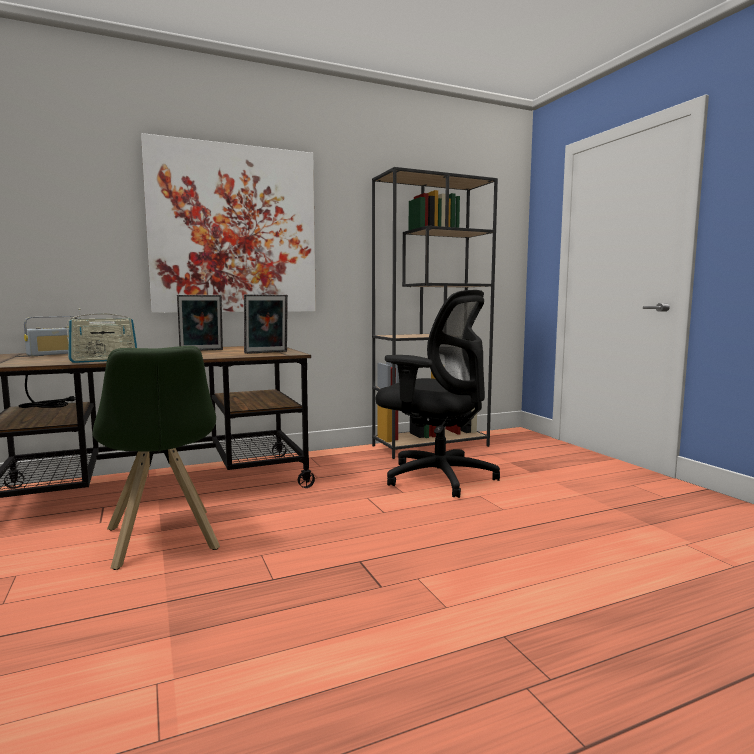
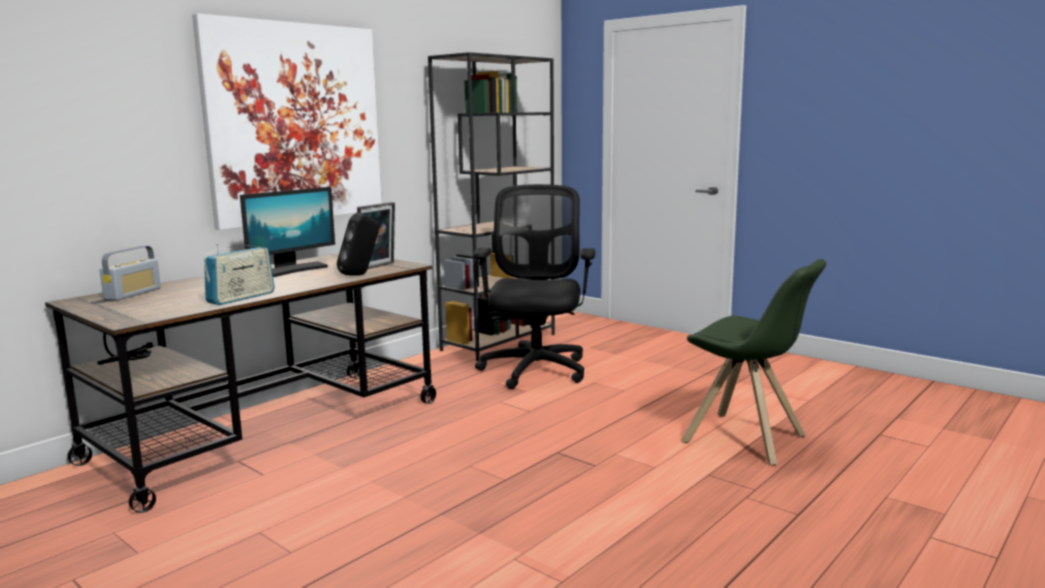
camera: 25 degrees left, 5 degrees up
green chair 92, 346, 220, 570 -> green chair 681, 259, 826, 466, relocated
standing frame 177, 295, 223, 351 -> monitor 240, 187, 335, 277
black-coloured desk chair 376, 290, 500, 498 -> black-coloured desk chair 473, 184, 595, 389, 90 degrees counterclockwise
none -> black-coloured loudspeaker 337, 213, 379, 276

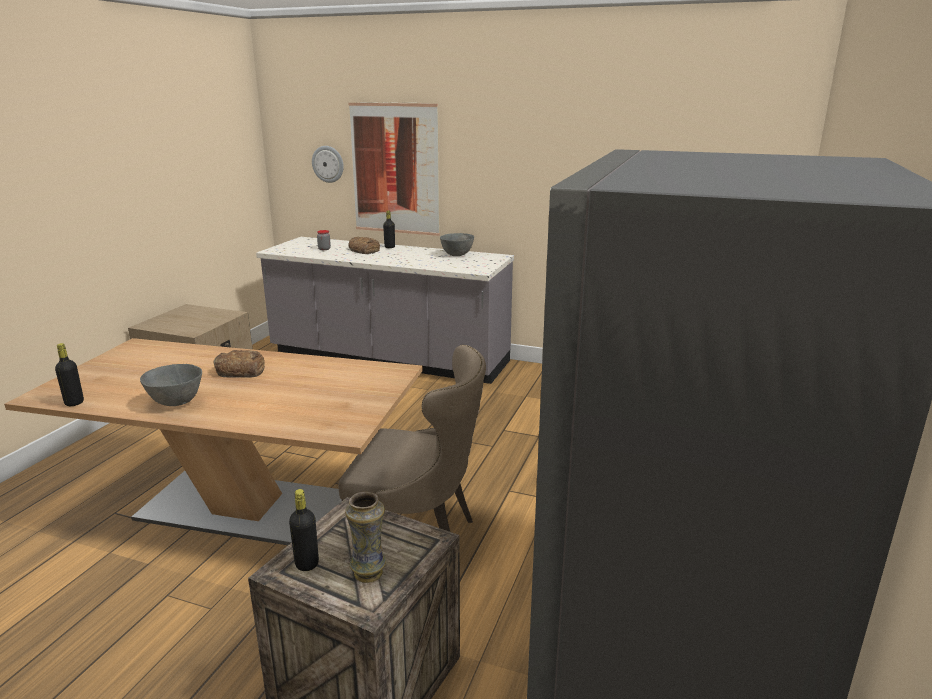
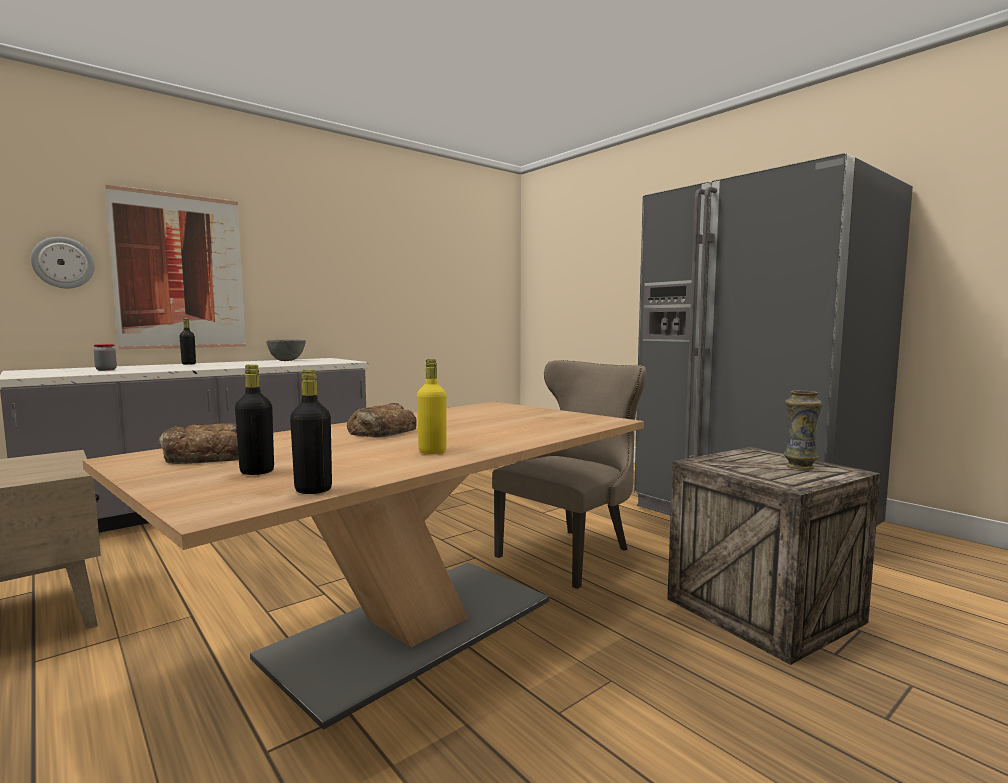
camera: 60 degrees left, 15 degrees down
greyish serving bowl 140, 364, 202, 406 -> yellow drink bottle 417, 359, 447, 454
black-coloured drink bottle 289, 489, 319, 571 -> black-coloured drink bottle 235, 364, 274, 475, relocated
baked bread 348, 237, 380, 254 -> baked bread 158, 423, 239, 464, relocated

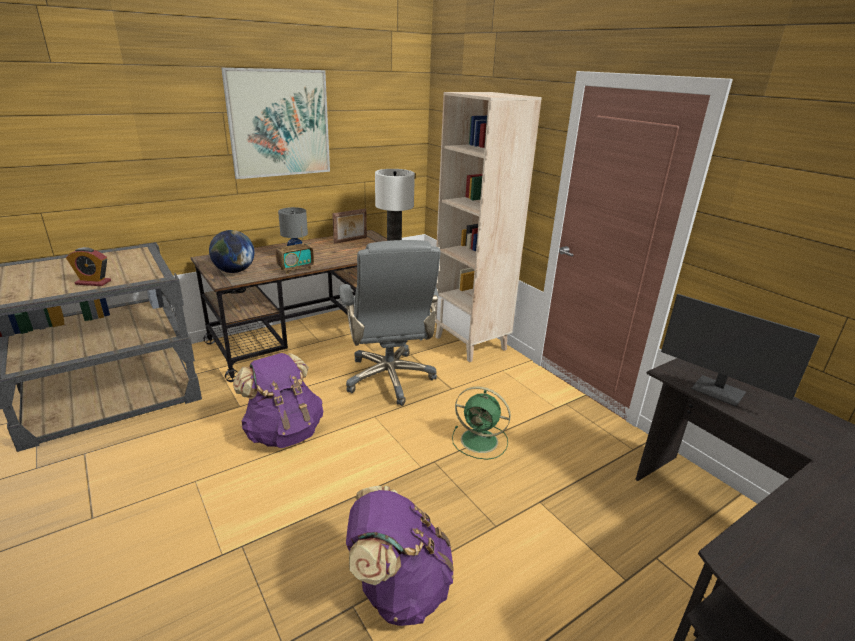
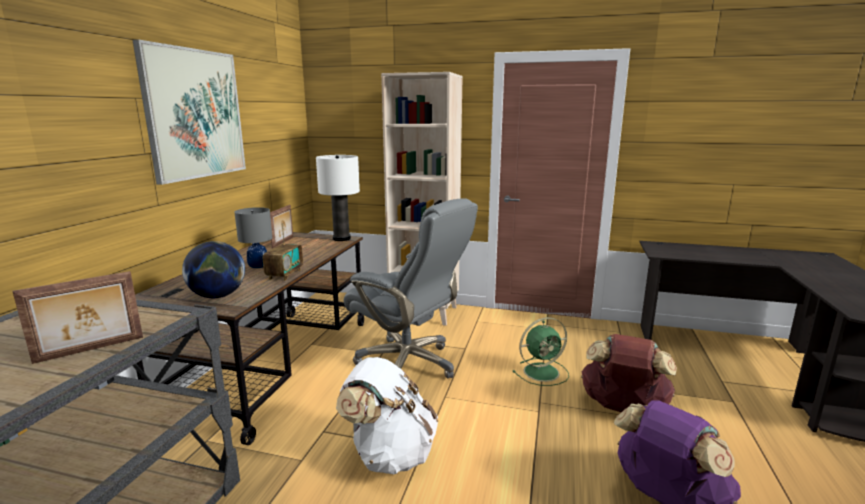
camera: 40 degrees left, 10 degrees down
bedside clock 66, 247, 111, 286 -> standing frame 12, 271, 143, 364
purple knapsack 233, 353, 323, 448 -> white-coloured knapsack 336, 357, 438, 474
monitor 661, 294, 820, 407 -> none
none -> brown knapsack 581, 334, 677, 412

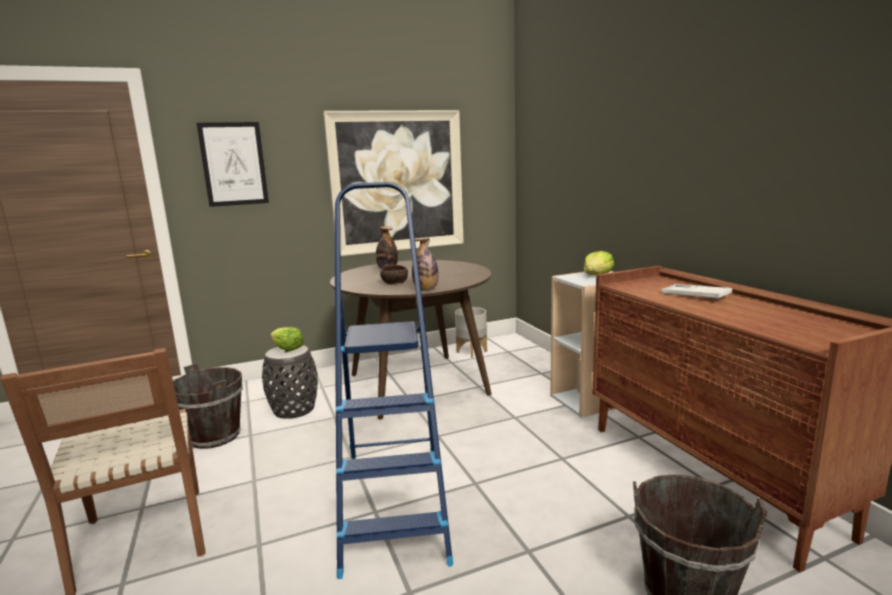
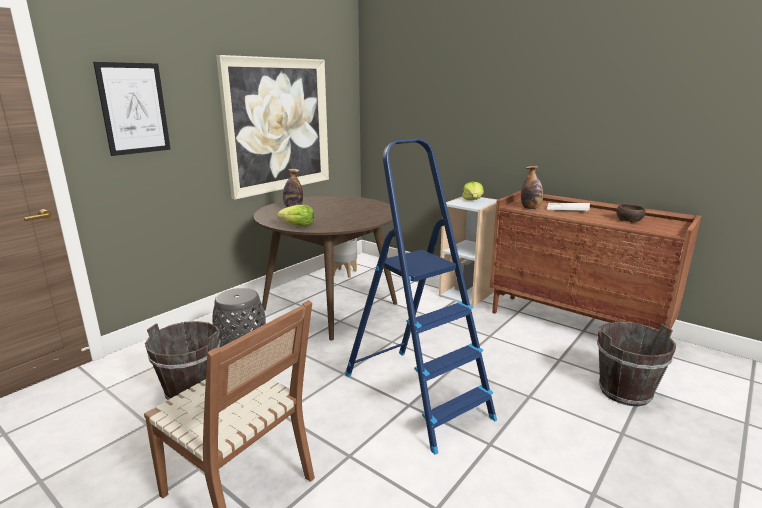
camera: 30 degrees left, 5 degrees up
head of lettuce 270, 327, 304, 351 -> head of lettuce 277, 205, 314, 226, relocated
brown serving bowl 380, 265, 408, 284 -> brown serving bowl 617, 203, 646, 223, relocated
drink bottle 412, 238, 439, 290 -> drink bottle 521, 166, 543, 209, relocated

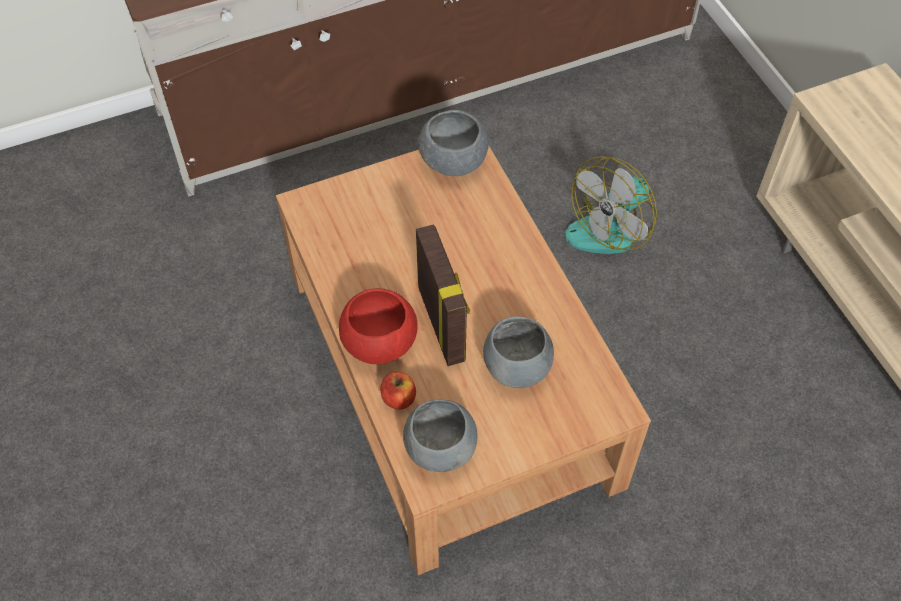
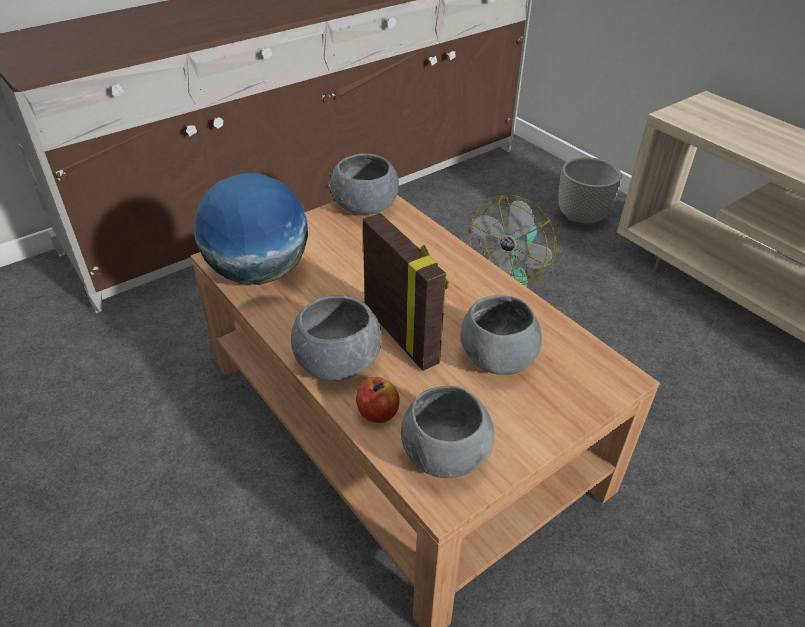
camera: 15 degrees left, 15 degrees down
red-coloured serving bowl 339, 288, 418, 364 -> greyish serving bowl 291, 295, 382, 381
none -> desk globe 194, 173, 308, 285
none -> greyish plant pot 559, 157, 622, 226

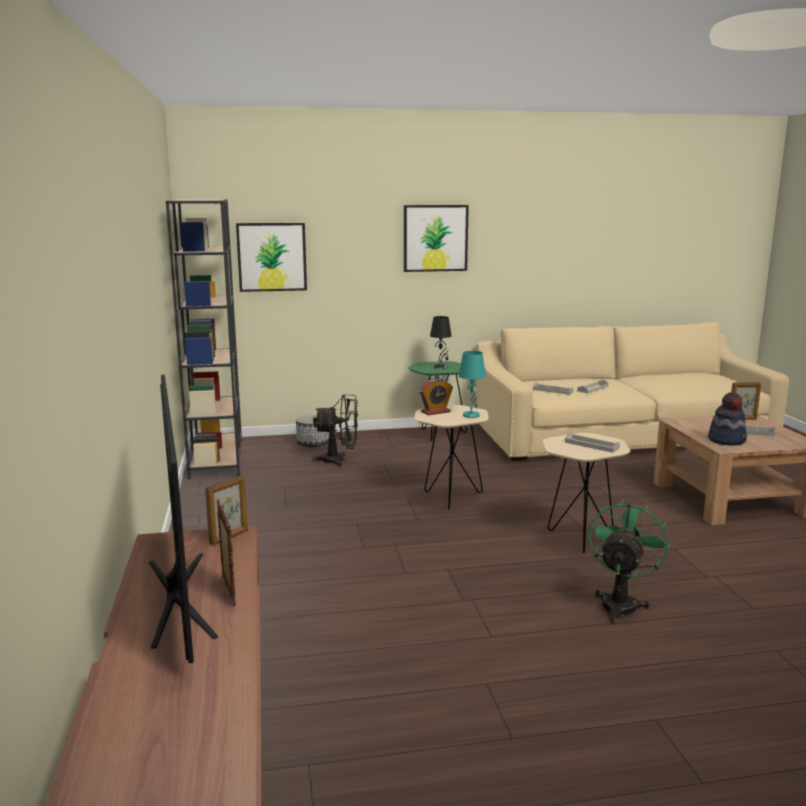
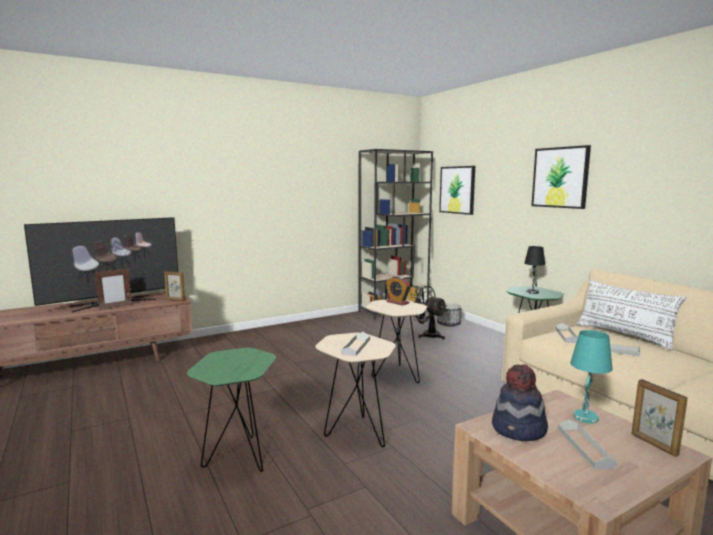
camera: 70 degrees right, 5 degrees down
black-coloured fan 313, 395, 358, 467 -> black-coloured fan 411, 285, 447, 340, 150 degrees clockwise
turquoise-coloured table lamp 458, 351, 486, 418 -> turquoise-coloured table lamp 570, 330, 613, 424, relocated
green fan 588, 499, 670, 623 -> green side table 187, 348, 276, 472
none -> white-coloured pillow 577, 280, 686, 349

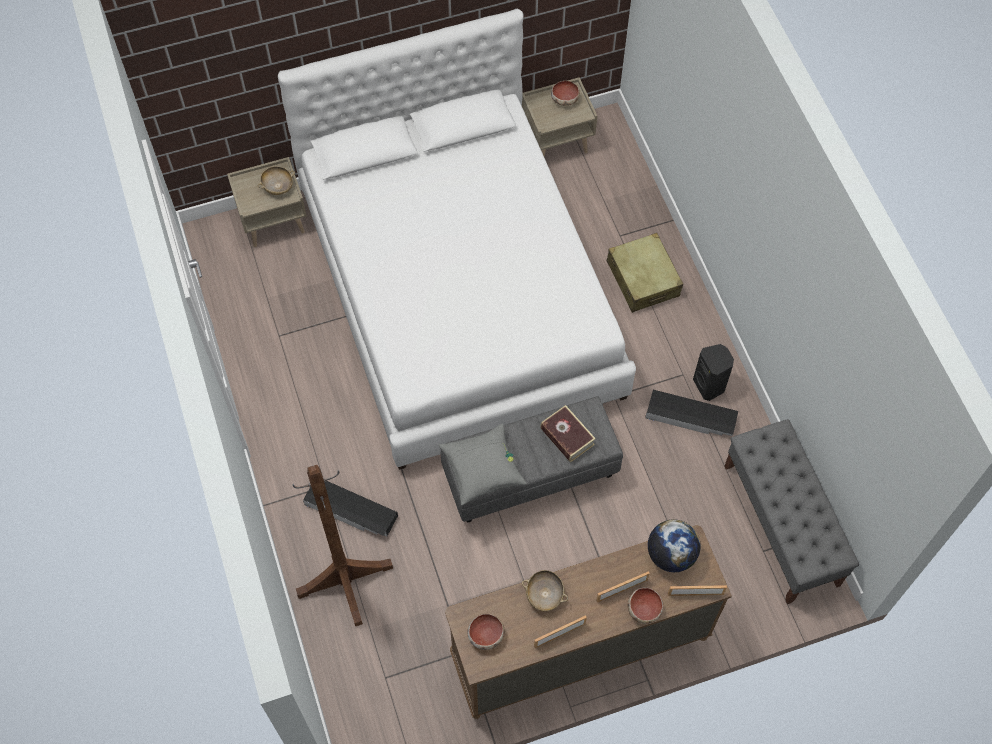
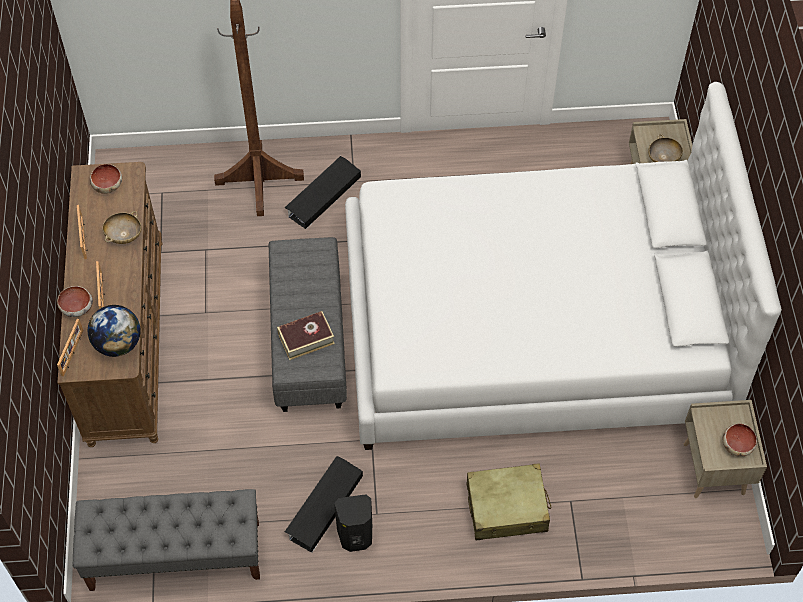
camera: 105 degrees right, 5 degrees down
greyish pillow 439, 424, 527, 505 -> none

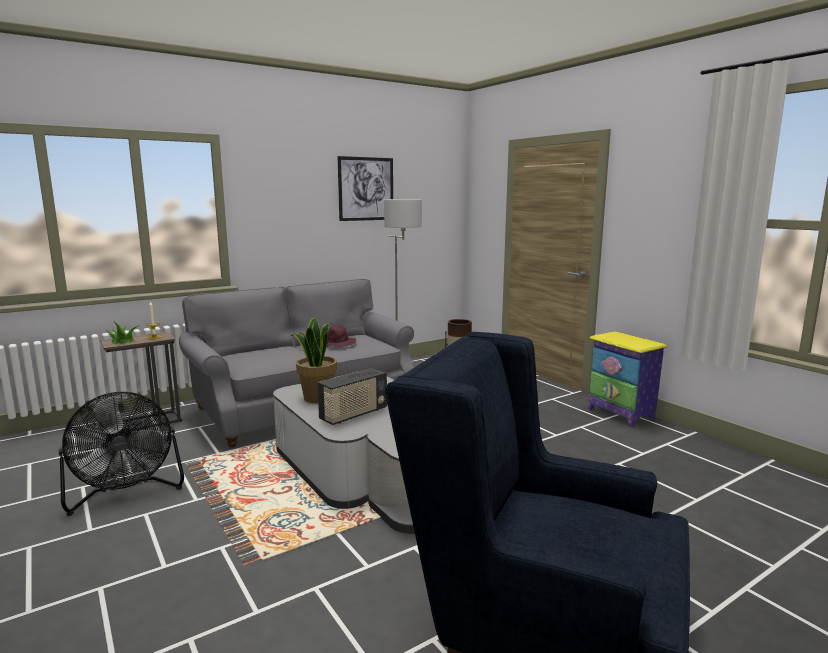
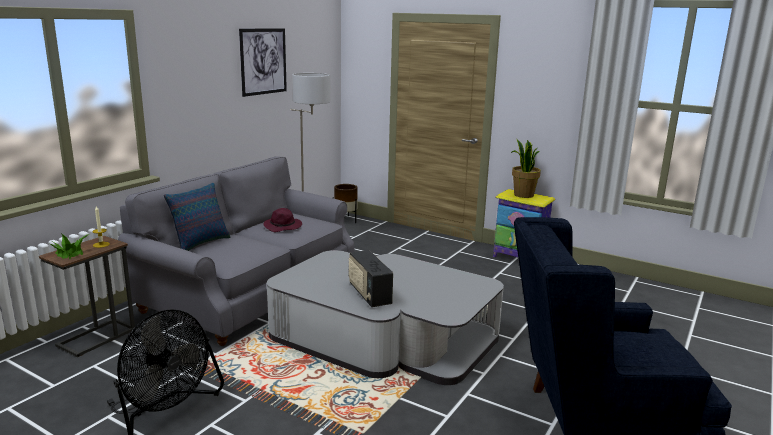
camera: 25 degrees left, 5 degrees up
potted plant 291, 317, 337, 403 -> potted plant 511, 139, 541, 198, relocated
radio 317, 368, 387, 425 -> radio 349, 250, 393, 307, 135 degrees clockwise
none -> blue-coloured pillow 164, 183, 230, 251

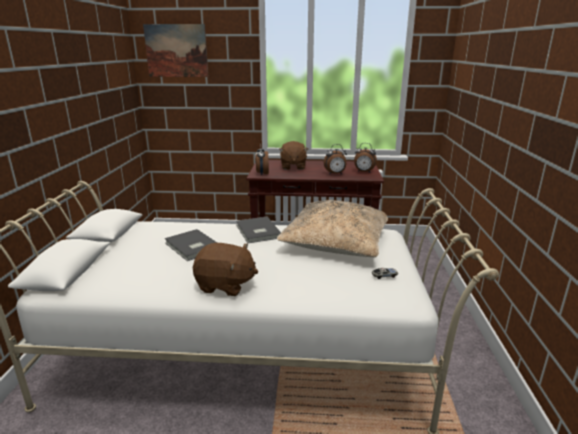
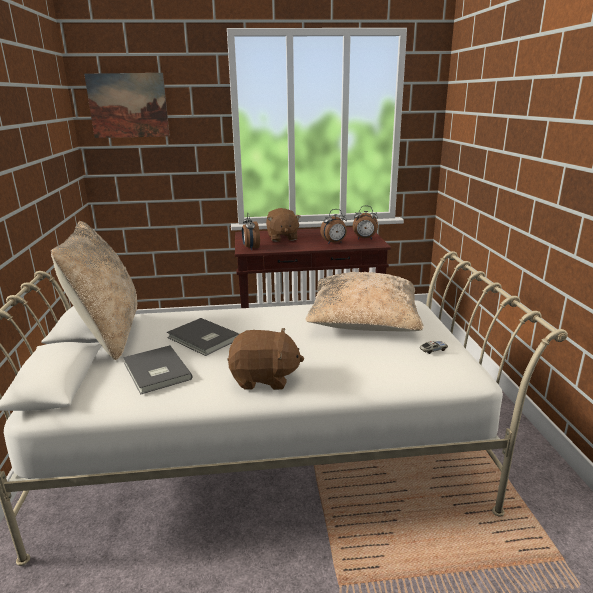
camera: 10 degrees left, 0 degrees up
greyish volume 236, 217, 281, 243 -> greyish volume 123, 345, 192, 394, relocated
none -> beige pillow 51, 221, 137, 360

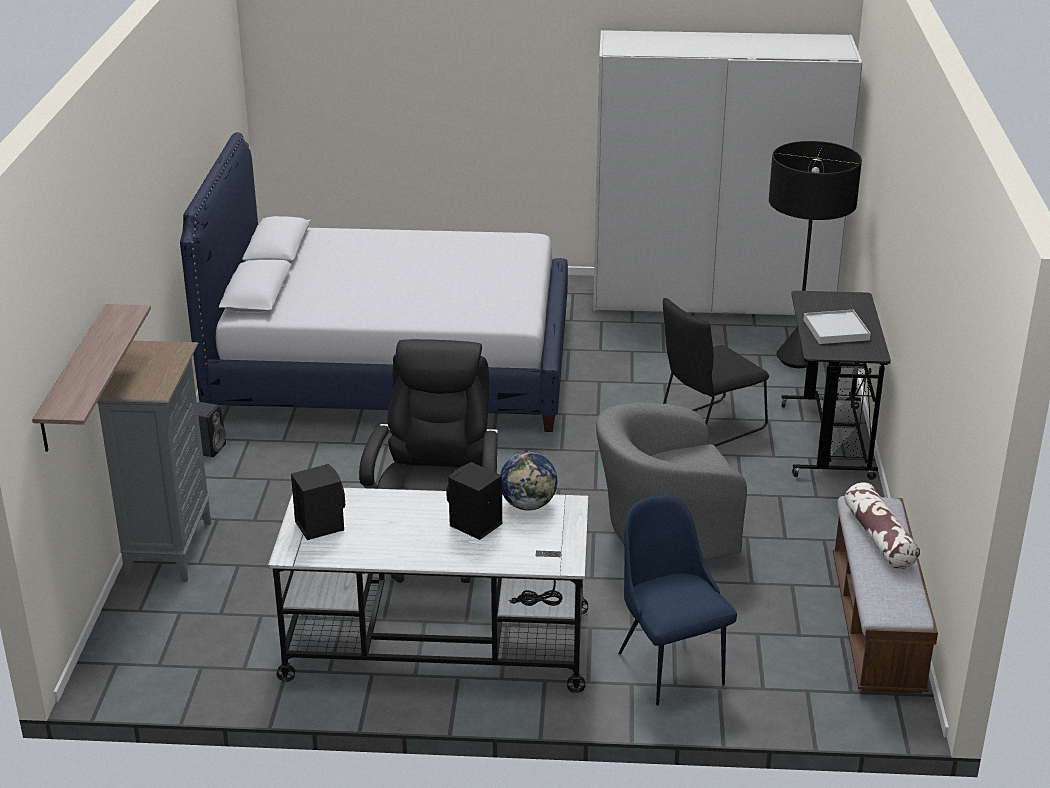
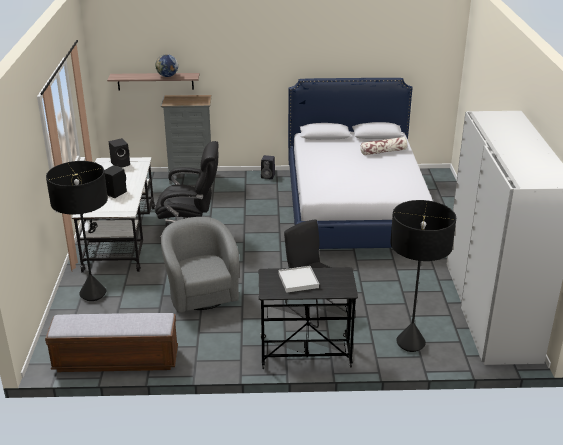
camera: 85 degrees right, 0 degrees up
desk globe 500, 452, 557, 510 -> desk globe 155, 54, 178, 77, relocated
blue-coloured chair 618, 495, 737, 706 -> black-coloured floor lamp 46, 161, 108, 301
pillow 844, 482, 920, 569 -> pillow 360, 137, 407, 155, relocated

